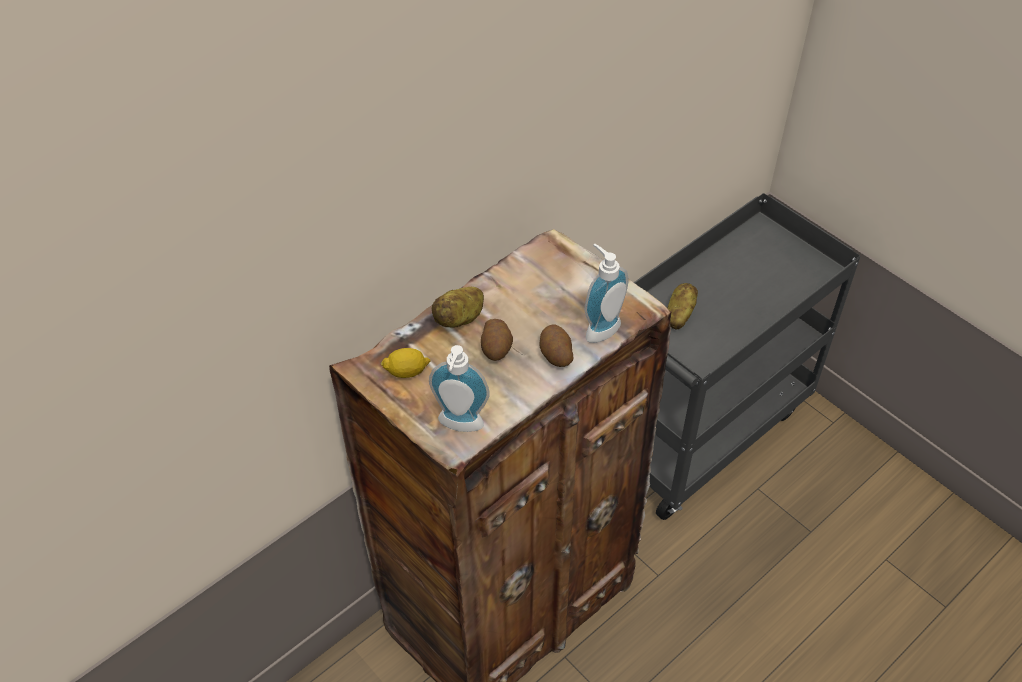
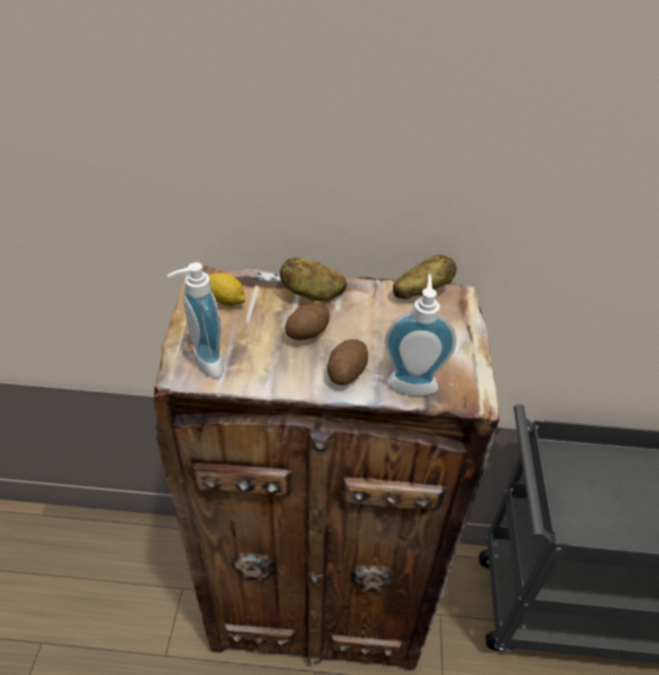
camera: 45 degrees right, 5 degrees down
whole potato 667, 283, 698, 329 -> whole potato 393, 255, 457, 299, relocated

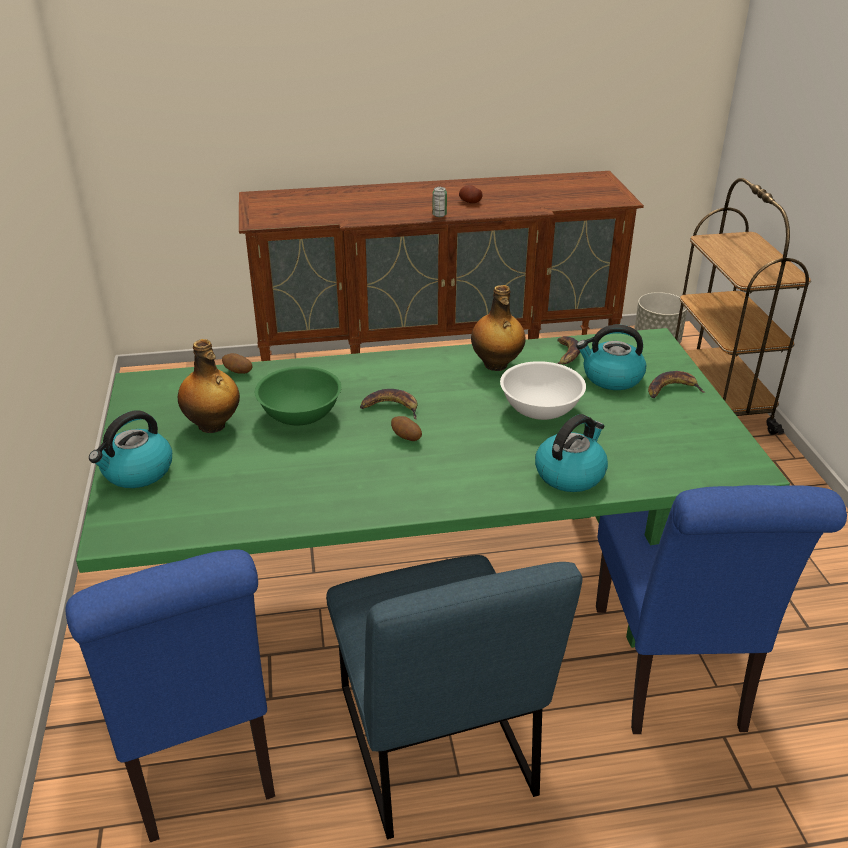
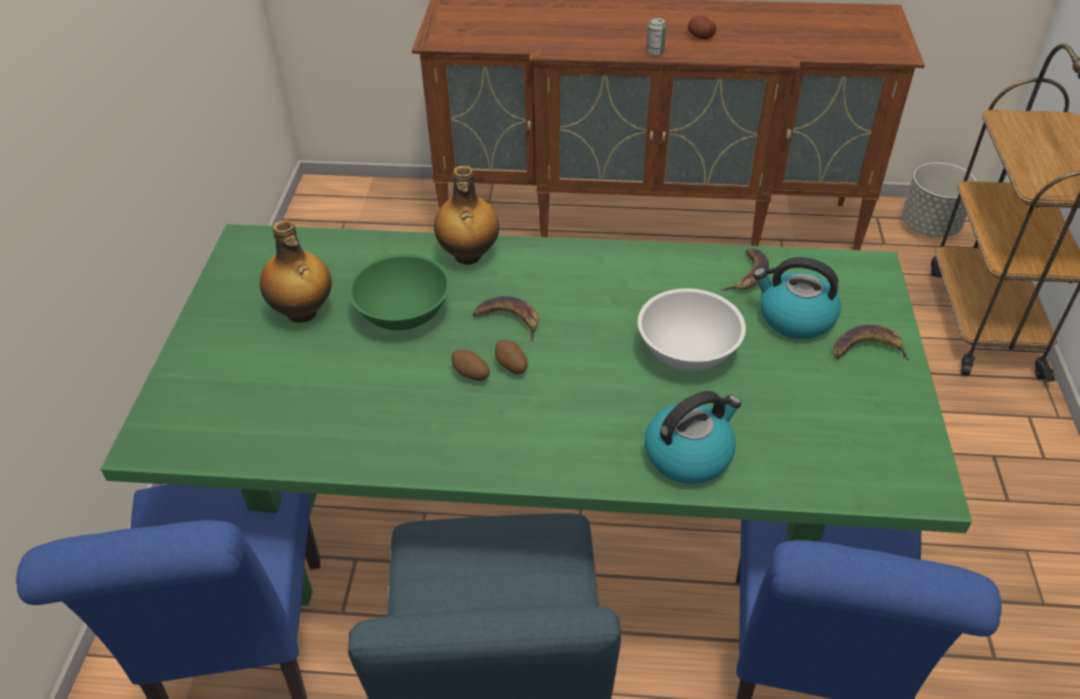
camera: 15 degrees right, 10 degrees up
kettle 89, 410, 172, 488 -> none
whole potato 222, 353, 253, 374 -> whole potato 452, 350, 490, 381, relocated
drink bottle 471, 285, 526, 371 -> drink bottle 434, 166, 499, 265, relocated

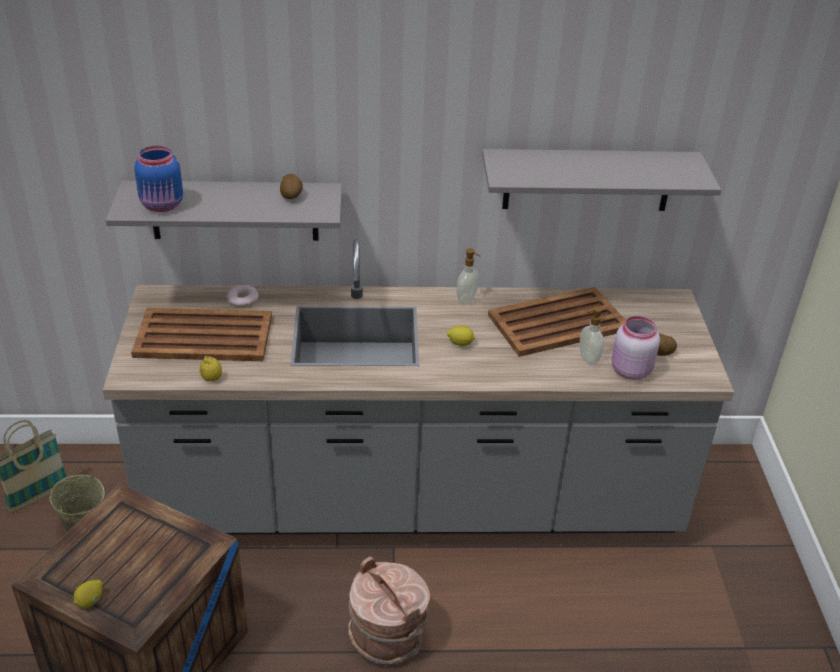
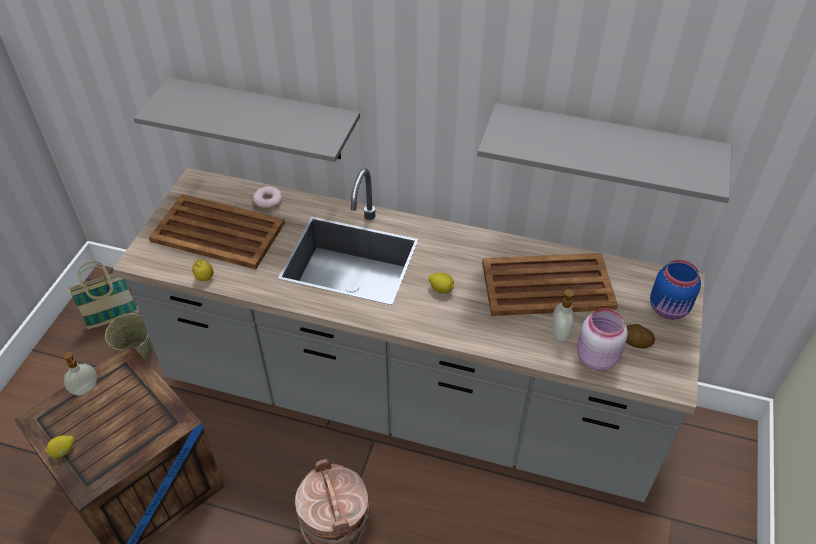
camera: 20 degrees right, 10 degrees up
blue-coloured preserve jar 135, 145, 183, 212 -> blue-coloured preserve jar 650, 260, 701, 320, relocated
whole potato 280, 174, 303, 199 -> none
soap bottle 456, 248, 480, 304 -> soap bottle 63, 352, 97, 396, relocated

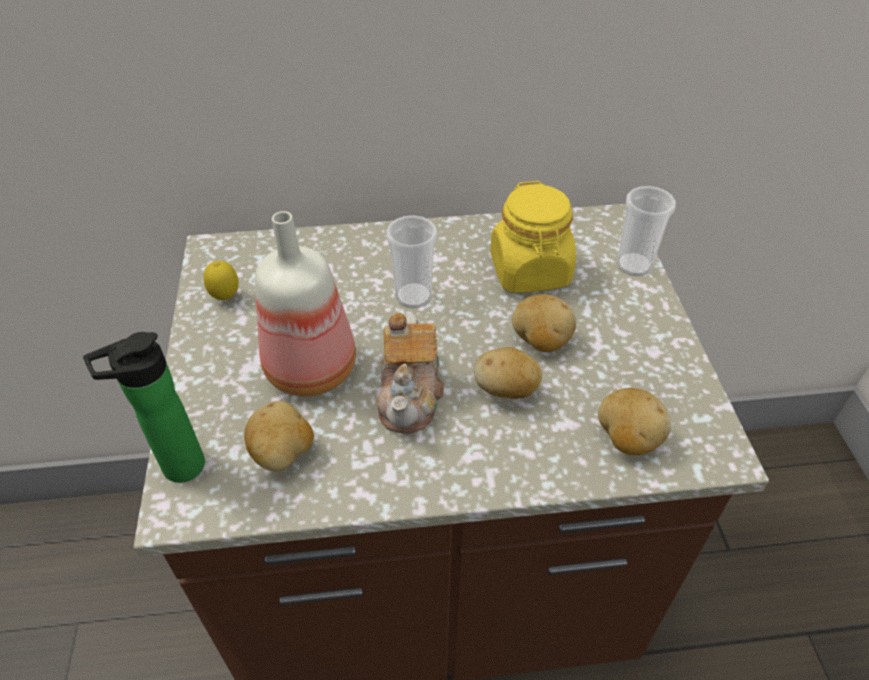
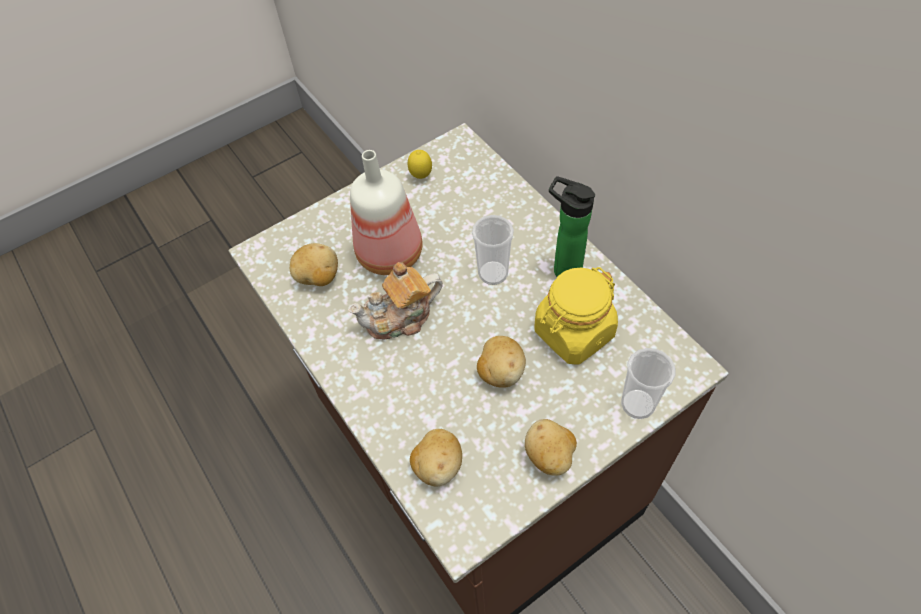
camera: 65 degrees right, 10 degrees up
drink bottle 83, 332, 205, 483 -> drink bottle 549, 176, 595, 277, relocated
whole potato 474, 347, 542, 398 -> whole potato 525, 419, 577, 476, relocated

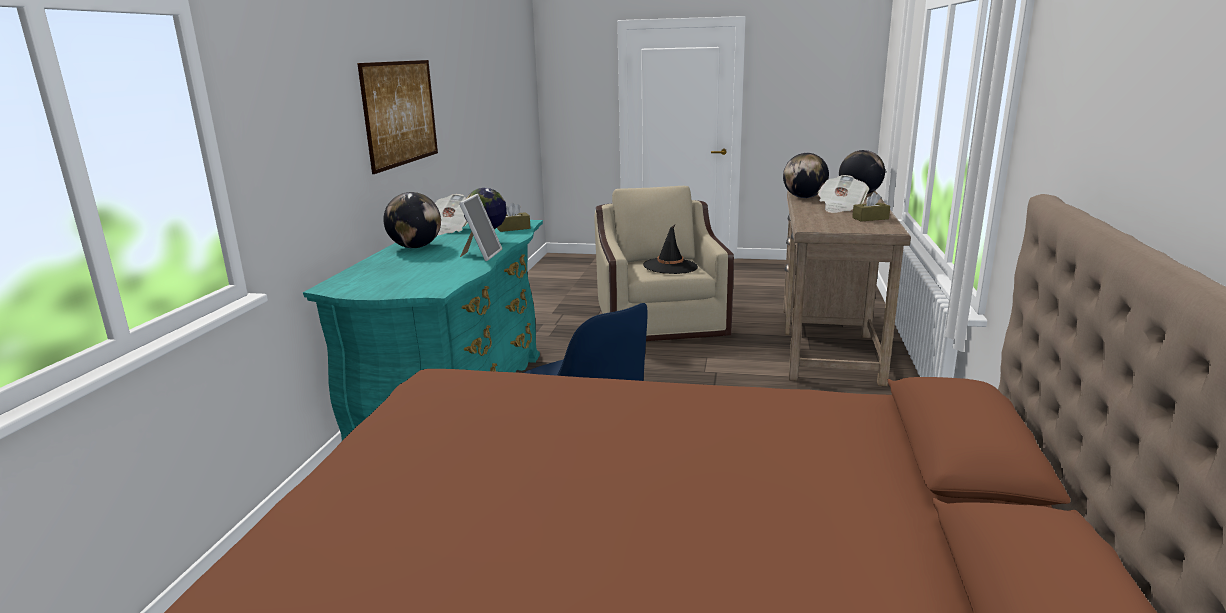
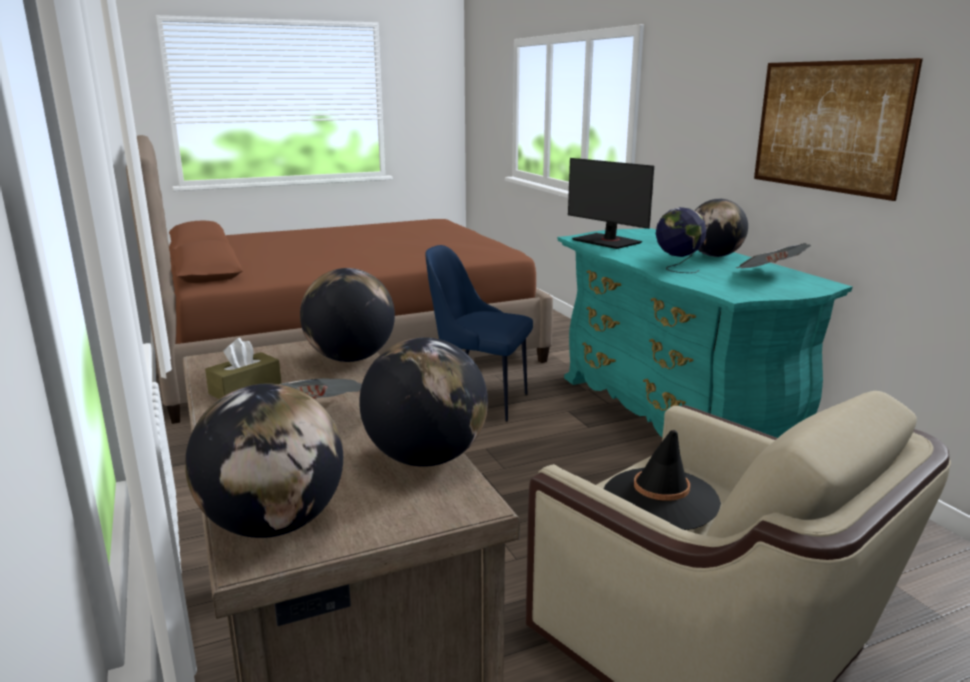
camera: 145 degrees right, 0 degrees up
standing frame 459, 194, 502, 261 -> none
brown tissue box 497, 203, 530, 232 -> none
none -> desk globe 300, 268, 395, 362
none -> monitor 568, 158, 654, 249

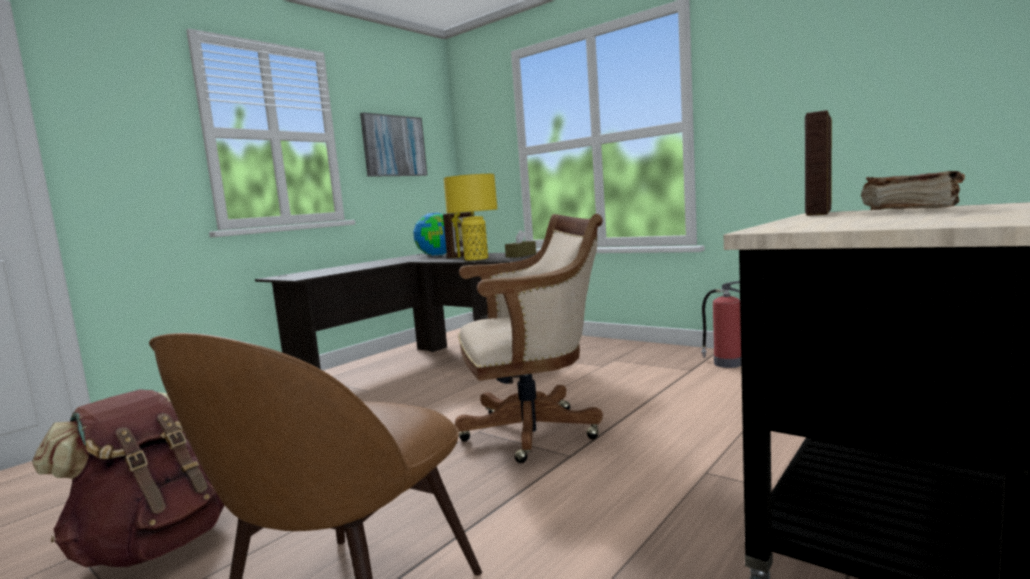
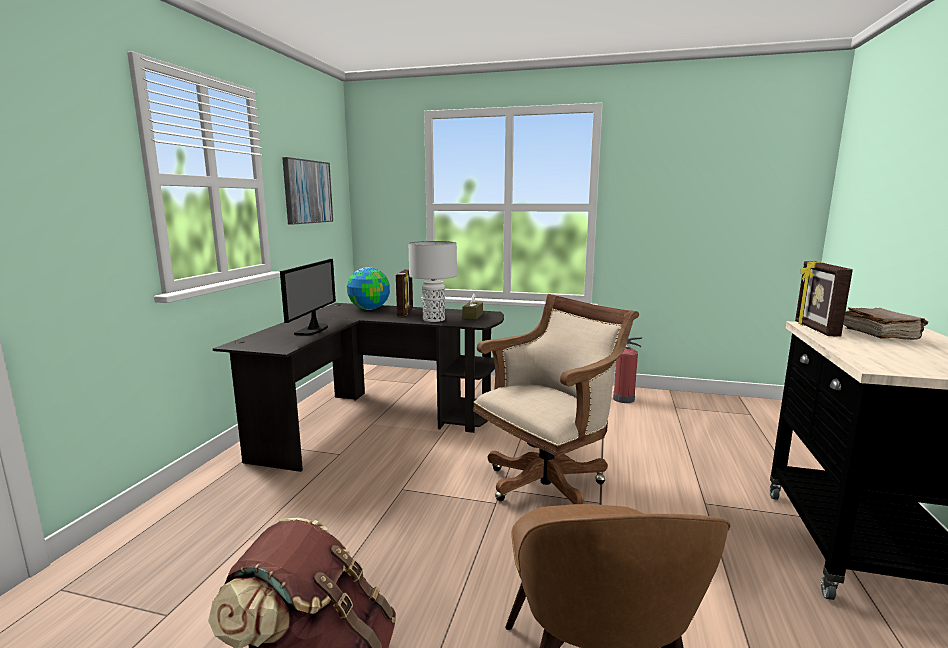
camera: 25 degrees left, 5 degrees up
yellow table lamp 444, 174, 497, 260 -> white-coloured table lamp 409, 241, 457, 322
none -> monitor 280, 259, 336, 336

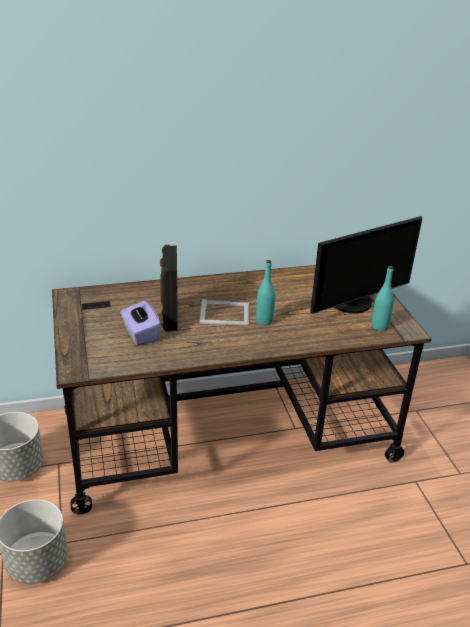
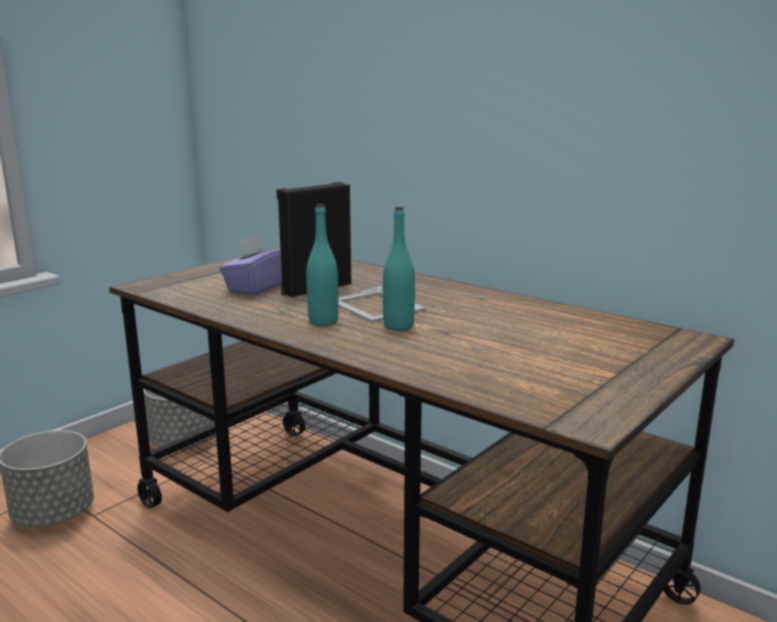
camera: 55 degrees right, 15 degrees down
monitor 310, 216, 422, 314 -> none
turquoise-coloured drink bottle 372, 266, 394, 331 -> turquoise-coloured drink bottle 306, 204, 339, 326, relocated

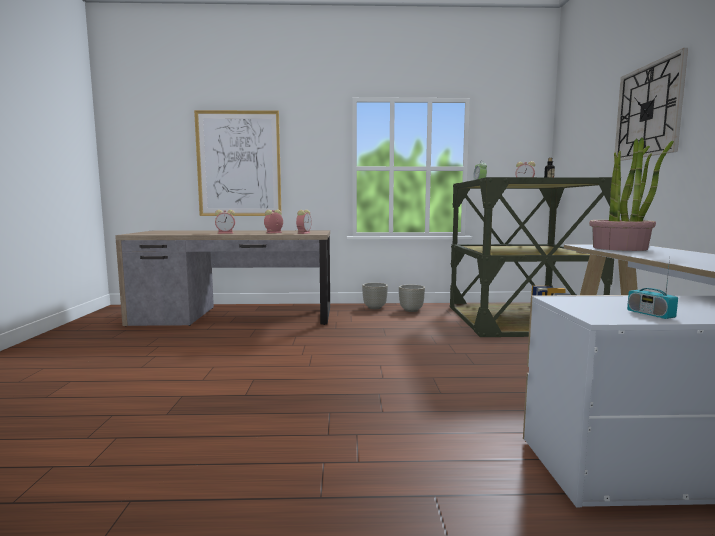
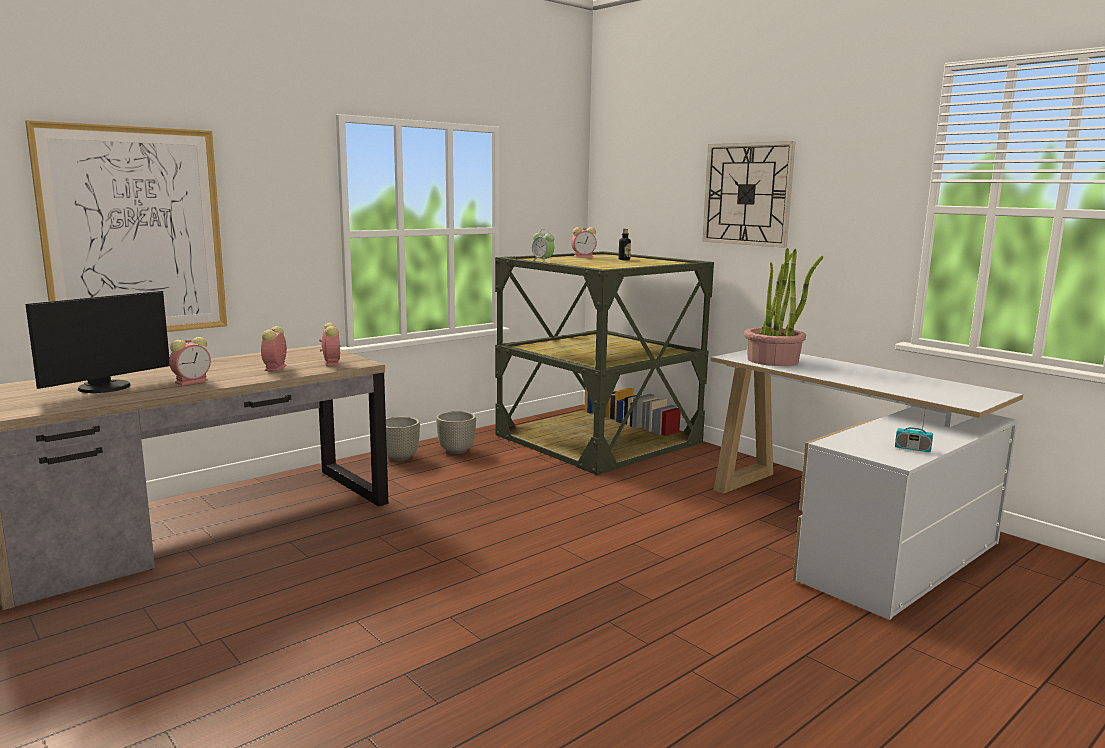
camera: 40 degrees left, 5 degrees up
none -> monitor 25, 291, 170, 393

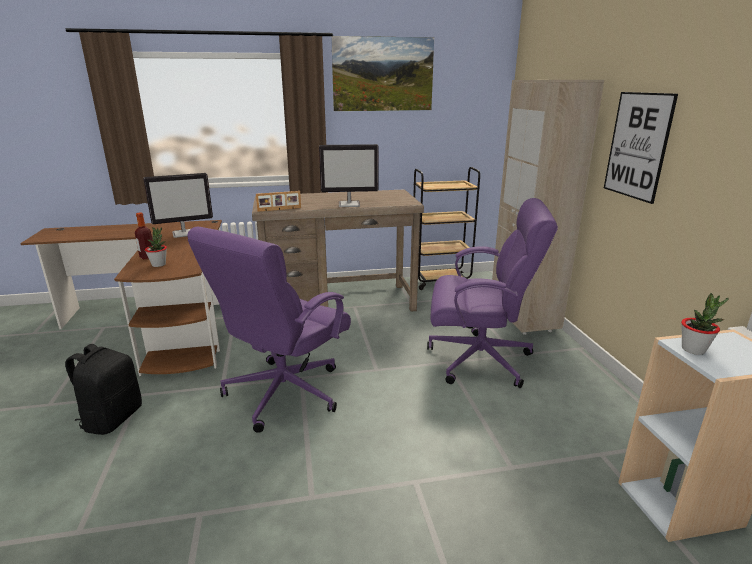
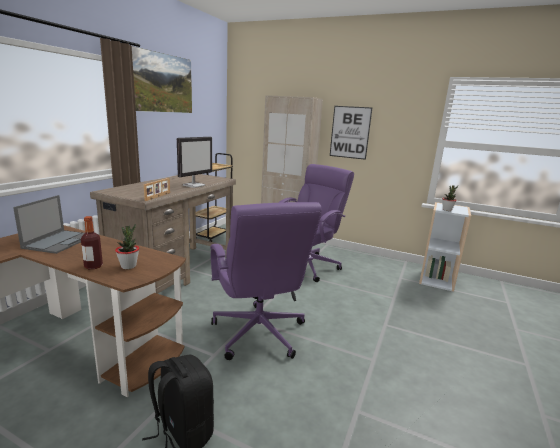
camera: 55 degrees left, 5 degrees down
monitor 143, 173, 213, 238 -> portable computer 13, 195, 85, 254

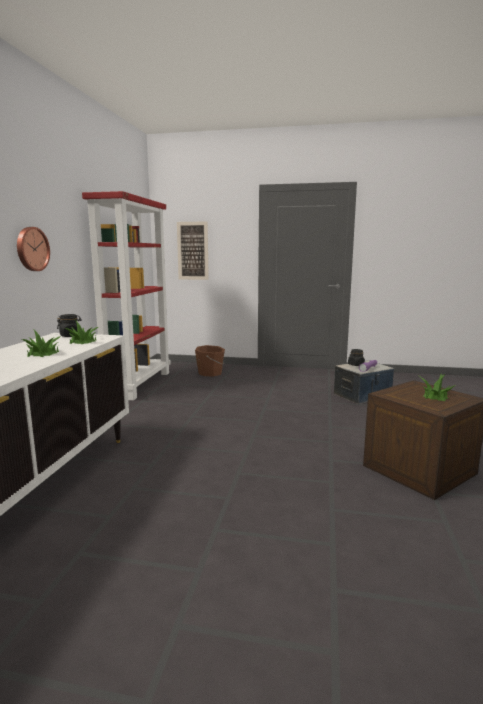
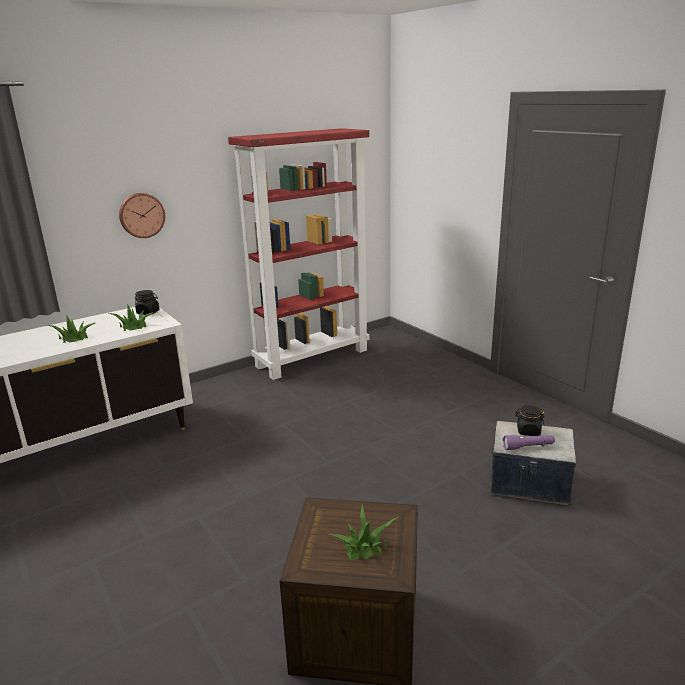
camera: 45 degrees right, 10 degrees up
picture 177, 221, 209, 280 -> none
brown bucket 195, 345, 225, 376 -> none

